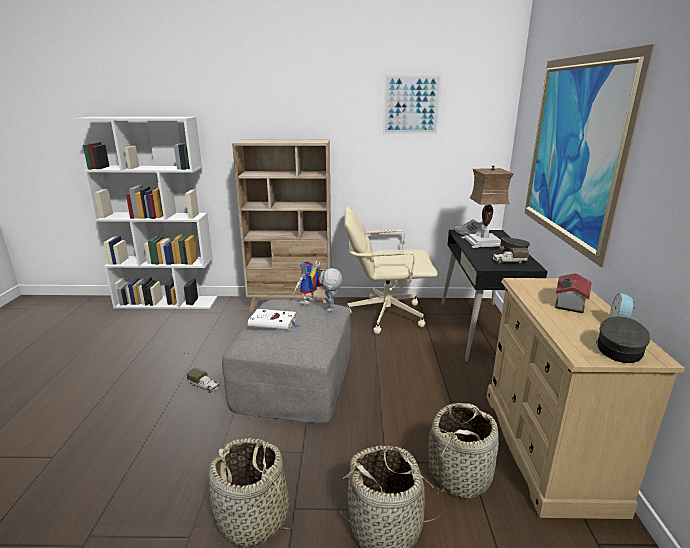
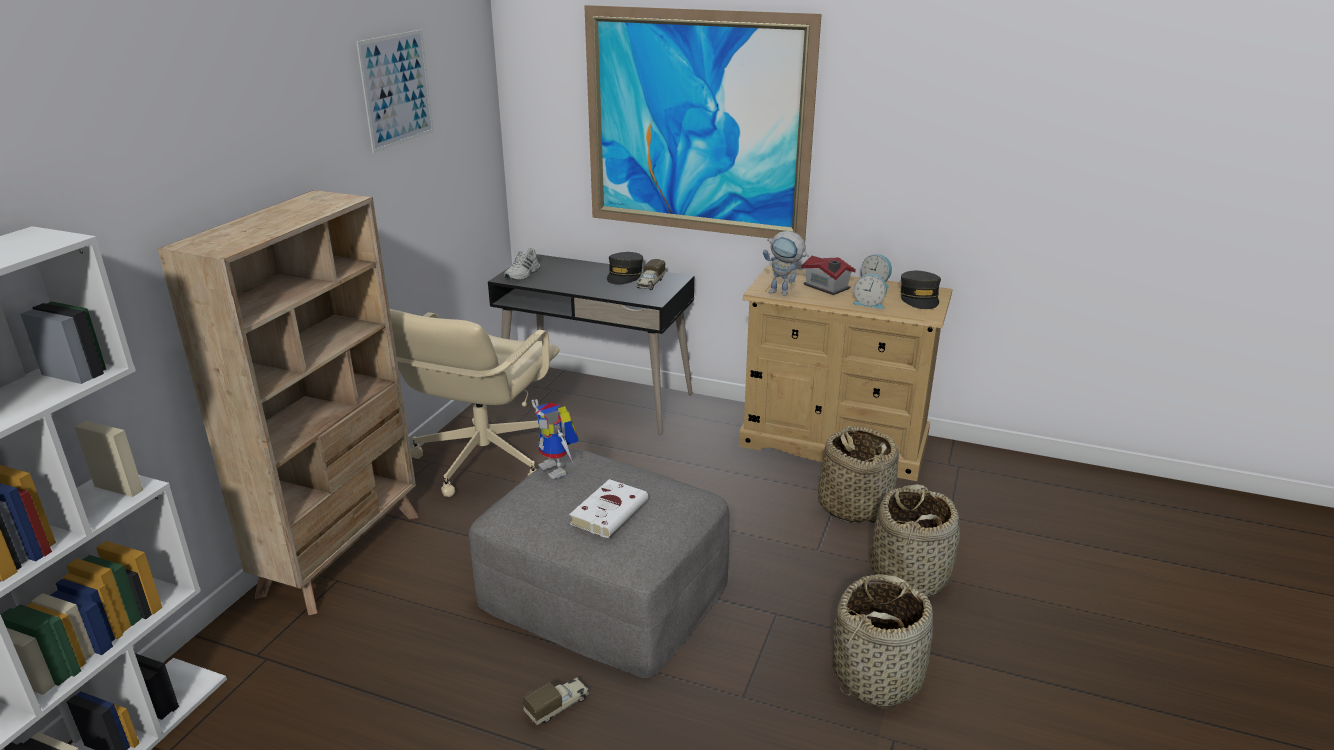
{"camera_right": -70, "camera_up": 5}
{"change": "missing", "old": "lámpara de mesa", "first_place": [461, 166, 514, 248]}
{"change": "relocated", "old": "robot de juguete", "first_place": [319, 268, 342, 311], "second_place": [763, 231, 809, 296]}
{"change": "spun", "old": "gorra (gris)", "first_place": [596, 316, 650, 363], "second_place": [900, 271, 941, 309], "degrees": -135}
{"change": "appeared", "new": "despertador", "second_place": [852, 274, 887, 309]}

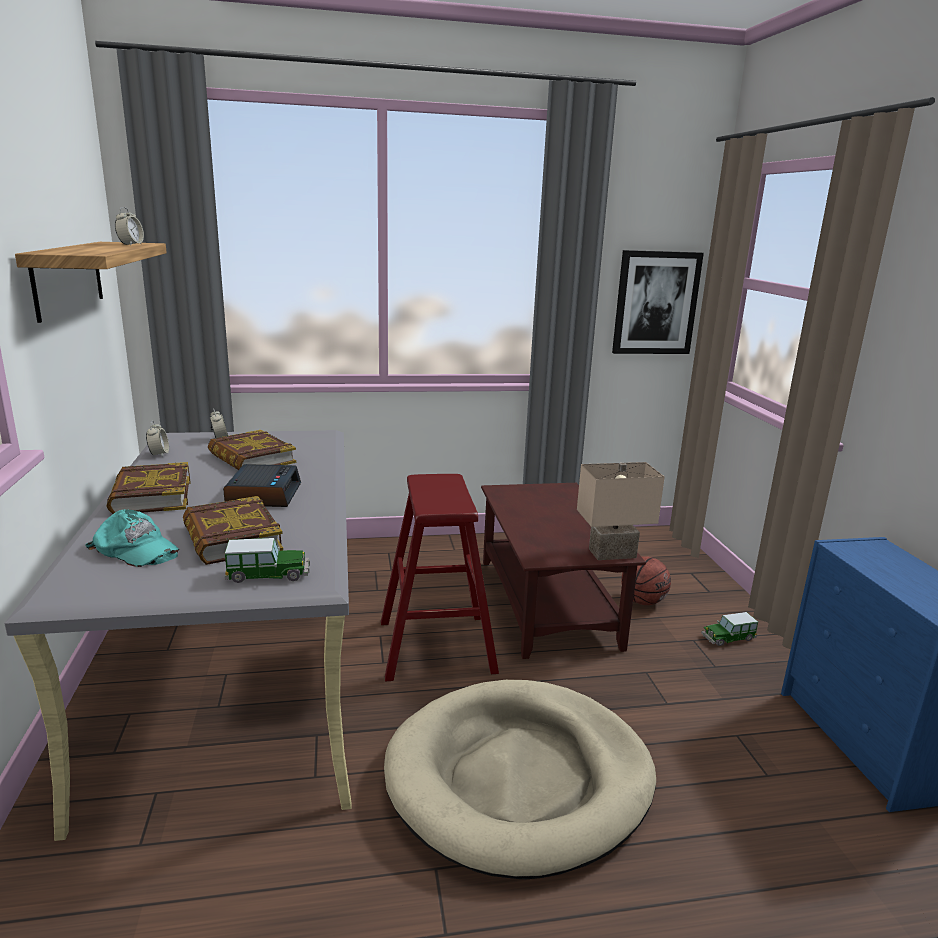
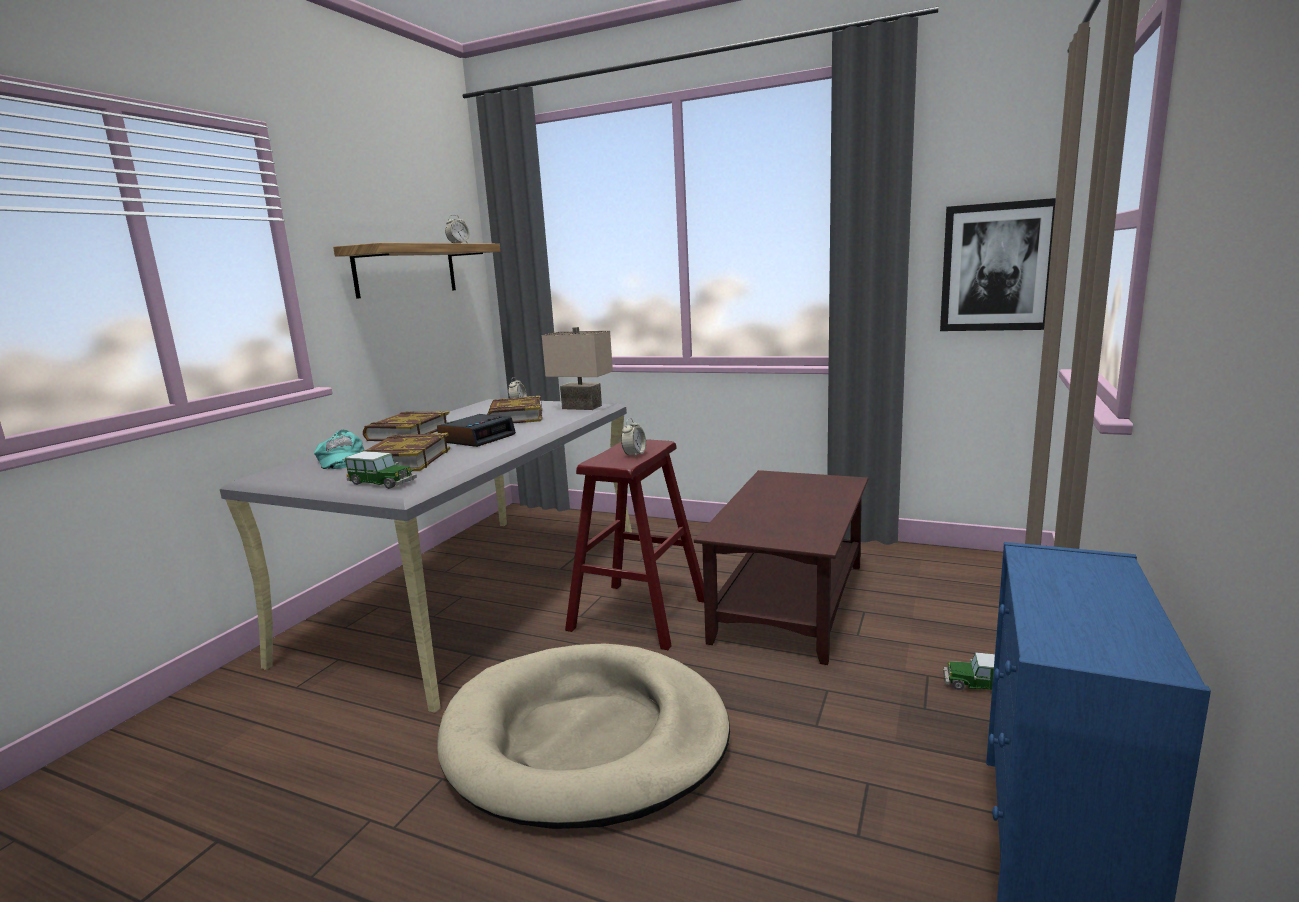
{"camera_right": 35, "camera_up": -5}
{"change": "relocated", "old": "despertador", "first_place": [146, 421, 169, 457], "second_place": [621, 418, 646, 458]}
{"change": "relocated", "old": "lámpara de mesa (beis)", "first_place": [577, 462, 665, 560], "second_place": [542, 327, 613, 410]}
{"change": "missing", "old": "balón de baloncesto", "first_place": [621, 556, 671, 605]}

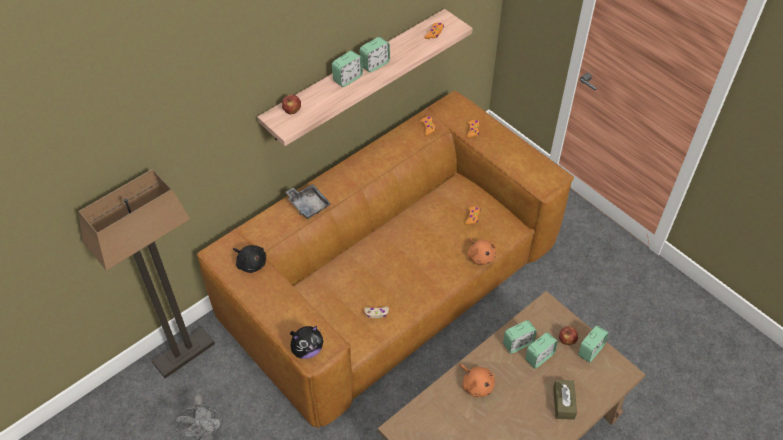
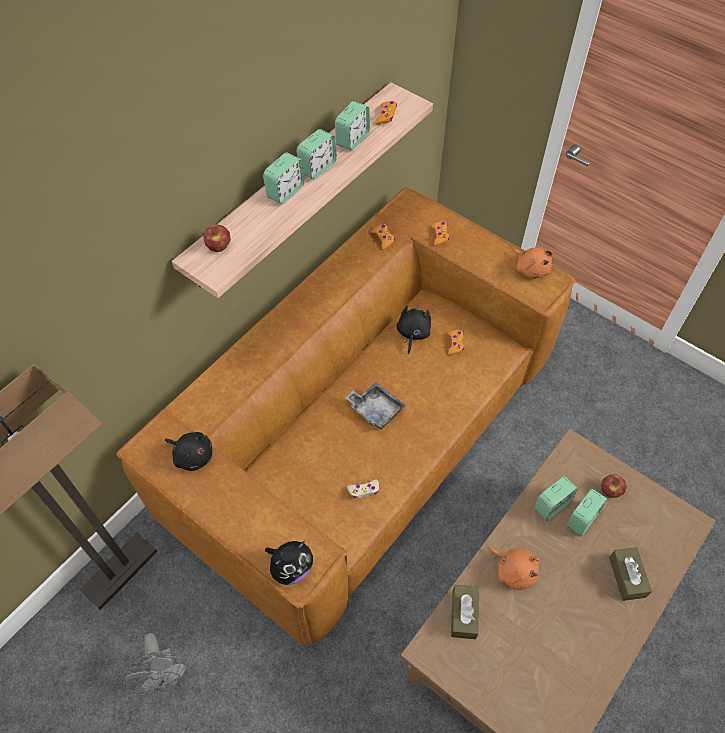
{"camera_right": -10, "camera_up": 5}
{"change": "relocated", "old": "bandeja (gris)", "first_place": [286, 184, 331, 219], "second_place": [345, 382, 406, 430]}
{"change": "relocated", "old": "peluche (naranja)", "first_place": [467, 238, 496, 265], "second_place": [512, 248, 553, 279]}
{"change": "relocated", "old": "despertador", "first_place": [578, 325, 609, 363], "second_place": [335, 101, 370, 151]}
{"change": "appeared", "new": "peluche (negro)", "second_place": [396, 304, 431, 354]}
{"change": "appeared", "new": "caja de pañuelos (marrón)", "second_place": [451, 585, 479, 639]}

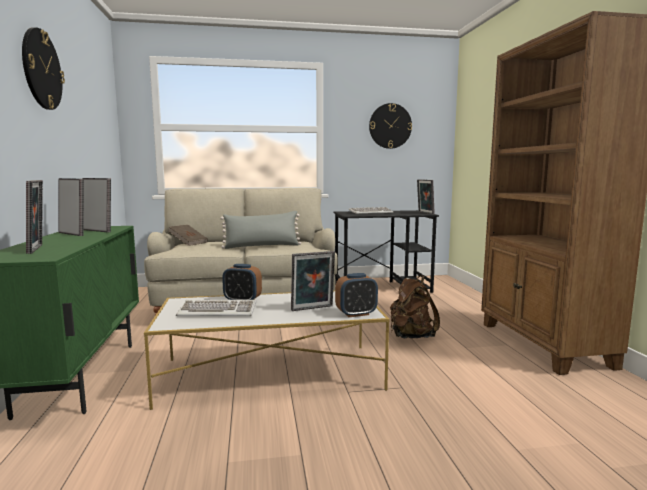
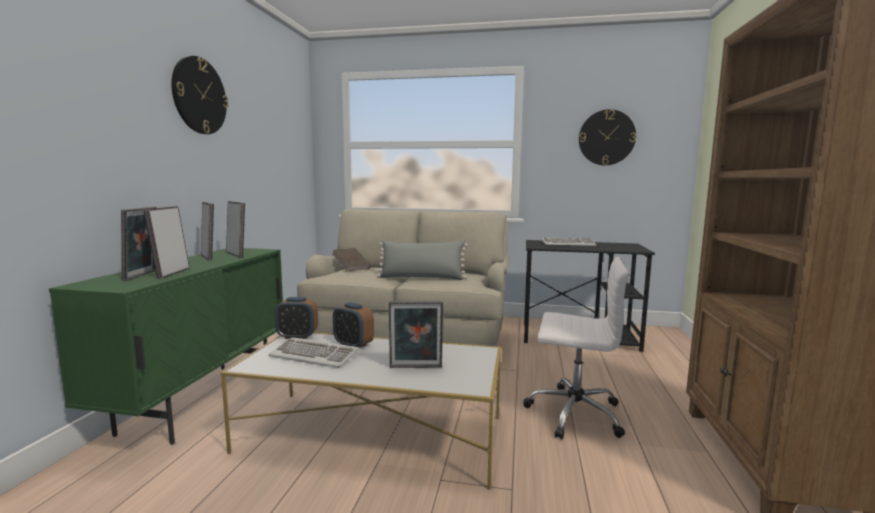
{"camera_right": 20, "camera_up": 0}
{"change": "relocated", "old": "portarretratos", "first_place": [417, 179, 435, 214], "second_place": [143, 206, 190, 279]}
{"change": "relocated", "old": "despertador", "first_place": [335, 273, 378, 317], "second_place": [275, 297, 318, 339]}
{"change": "exchanged", "old": "mochila (marrón)", "new": "silla de oficina (blanco)", "first_place": [390, 275, 440, 338], "second_place": [523, 257, 629, 439]}

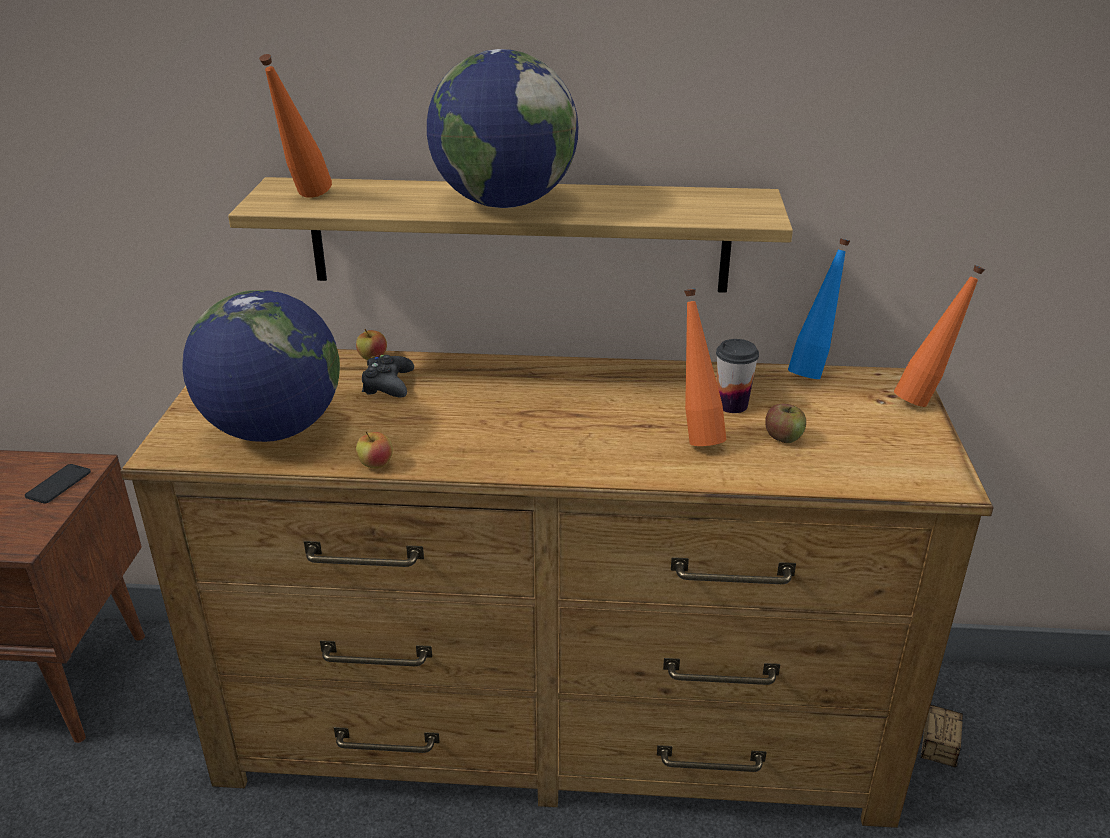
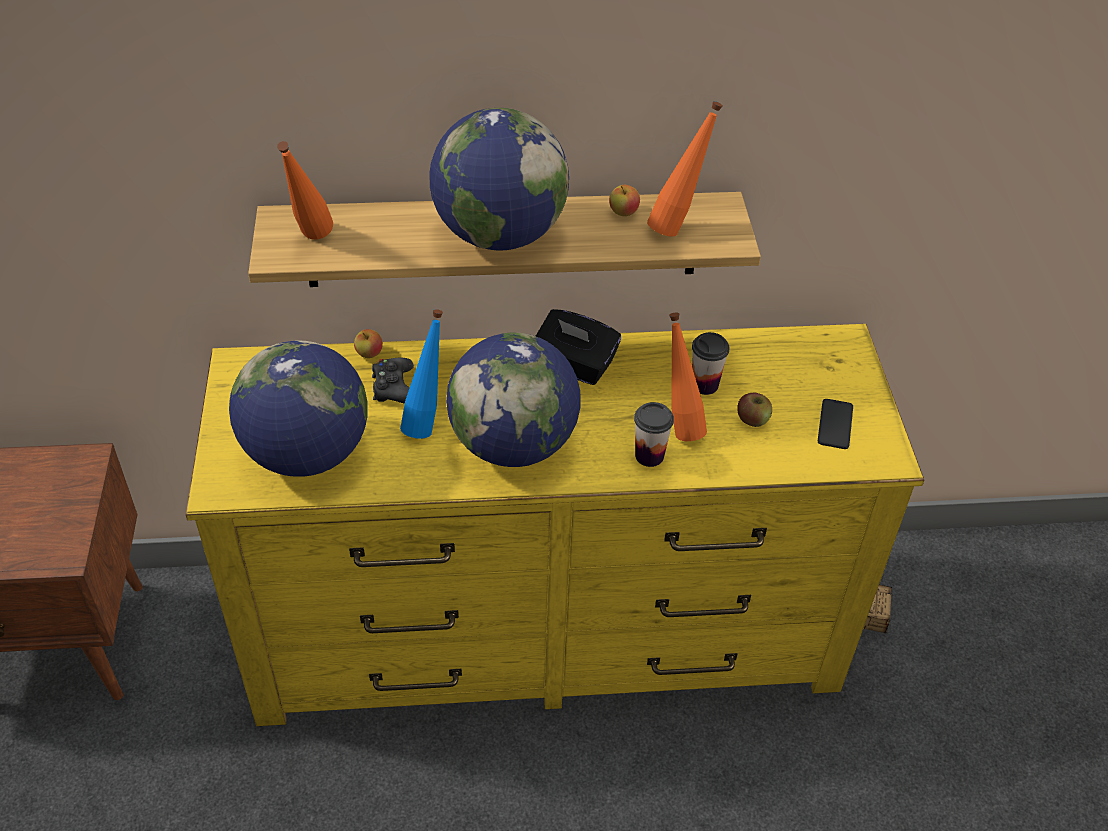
{"camera_right": -10, "camera_up": 15}
{"change": "relocated", "old": "botella (azul)", "first_place": [788, 238, 850, 379], "second_place": [400, 309, 443, 439]}
{"change": "relocated", "old": "botella (naranja)", "first_place": [894, 265, 985, 407], "second_place": [647, 101, 723, 237]}
{"change": "colour", "old": "cómoda (marrón)", "new": "cómoda (amarillo)", "first_place": [120, 349, 994, 828], "second_place": [185, 324, 924, 726]}
{"change": "relocated", "old": "manzana", "first_place": [356, 431, 393, 468], "second_place": [609, 185, 640, 216]}
{"change": "relocated", "old": "móvil", "first_place": [25, 464, 91, 503], "second_place": [818, 399, 853, 449]}
{"change": "appeared", "new": "caja de pañuelos (negro)", "second_place": [536, 309, 621, 385]}
{"change": "appeared", "new": "globo terráqueo", "second_place": [446, 332, 581, 467]}
{"change": "appeared", "new": "taza", "second_place": [634, 402, 674, 467]}

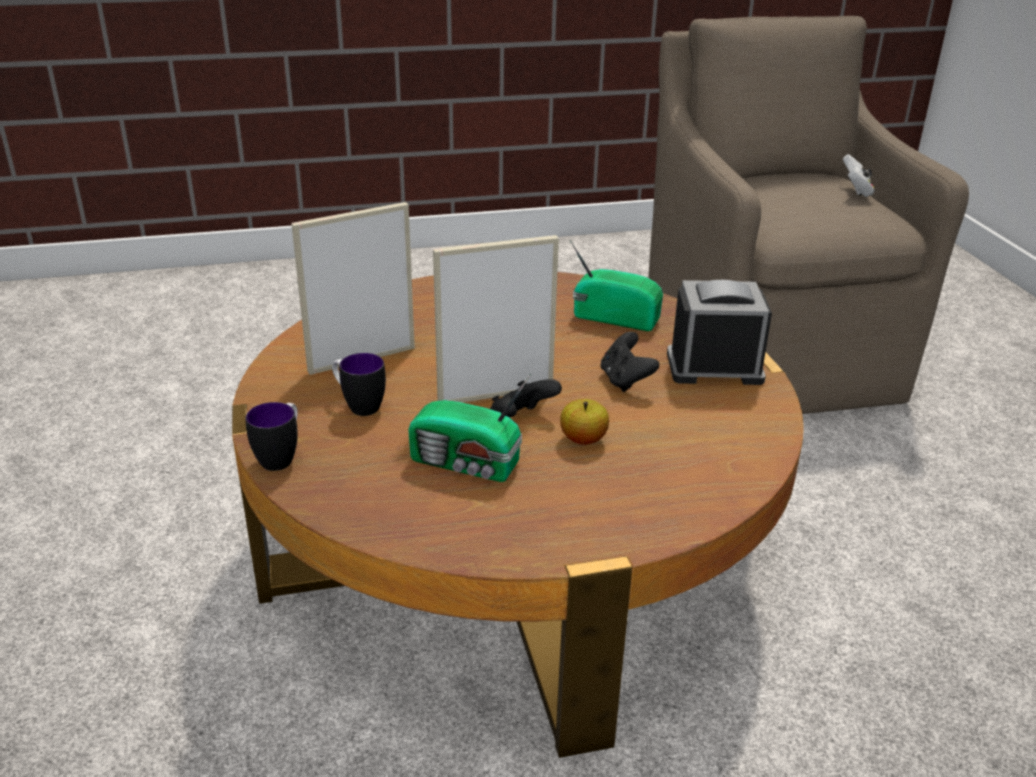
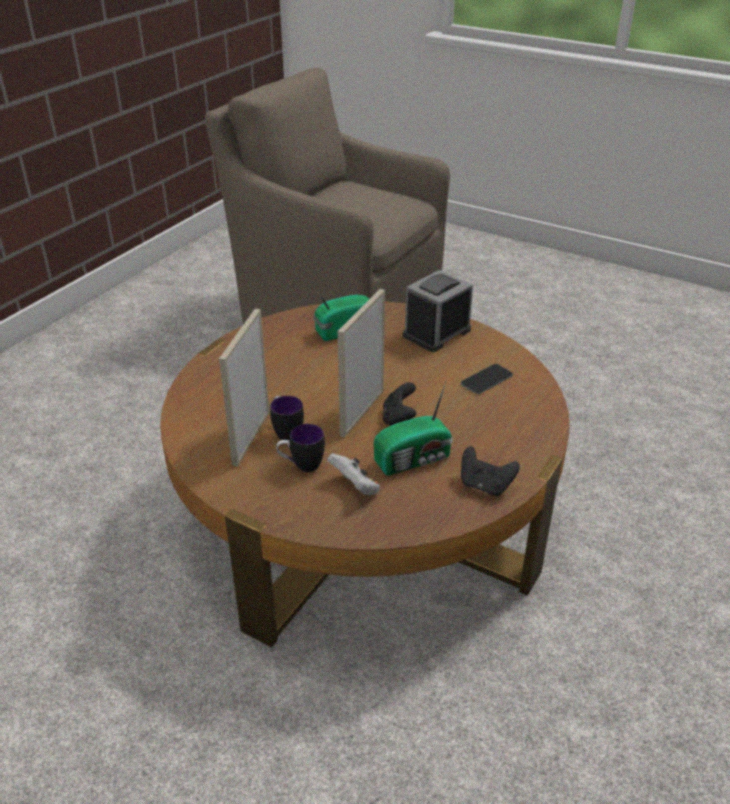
{"camera_right": -45, "camera_up": 5}
{"change": "relocated", "old": "mando de consola (blanco)", "first_place": [843, 154, 875, 197], "second_place": [327, 454, 380, 495]}
{"change": "relocated", "old": "mando de consola (negro)", "first_place": [601, 332, 659, 392], "second_place": [461, 446, 520, 496]}
{"change": "missing", "old": "manzana", "first_place": [560, 399, 609, 445]}
{"change": "relocated", "old": "taza grande", "first_place": [245, 402, 298, 471], "second_place": [270, 396, 304, 440]}
{"change": "appeared", "new": "móvil", "second_place": [461, 364, 513, 394]}

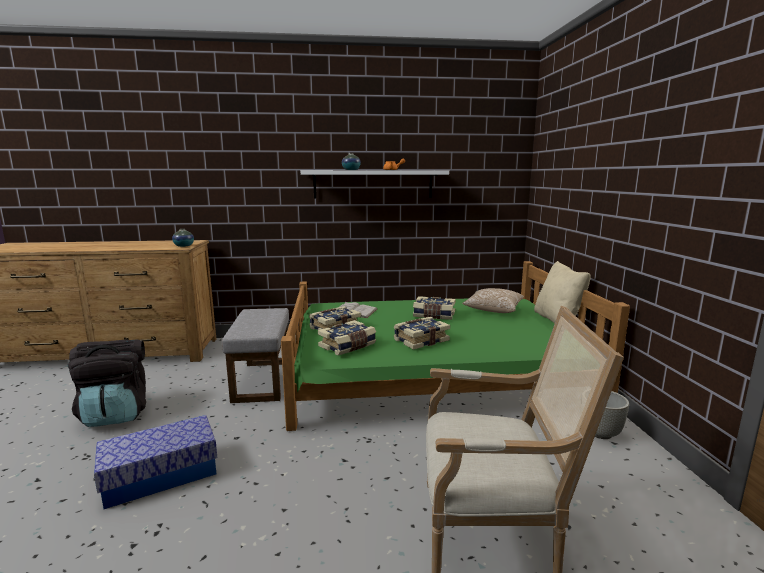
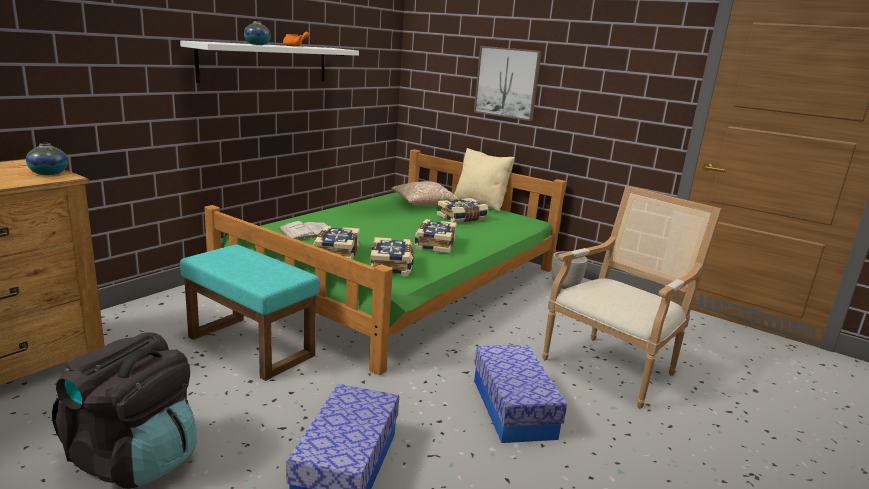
{"camera_right": -50, "camera_up": 5}
{"change": "relocated", "old": "libro", "first_place": [413, 296, 456, 320], "second_place": [437, 198, 488, 223]}
{"change": "colour", "old": "puf (gris)", "new": "puf (turquesa)", "first_place": [222, 308, 289, 403], "second_place": [180, 244, 319, 381]}
{"change": "appeared", "new": "cuadro", "second_place": [474, 46, 542, 121]}
{"change": "appeared", "new": "caja de almacenaje", "second_place": [474, 345, 567, 443]}

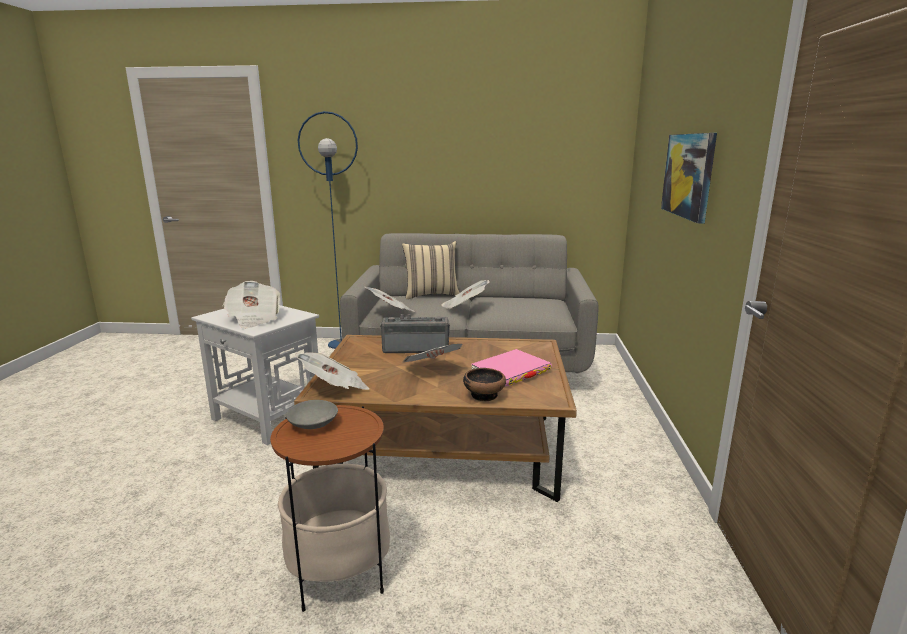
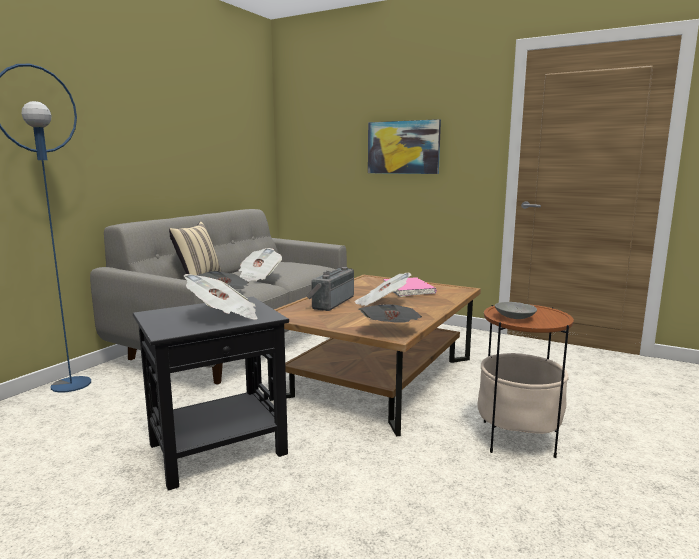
{"camera_right": -65, "camera_up": -5}
{"change": "colour", "old": "mesa auxiliar (blanco)", "new": "mesa auxiliar (negro)", "first_place": [191, 305, 319, 445], "second_place": [133, 297, 289, 491]}
{"change": "missing", "old": "cuenco", "first_place": [463, 368, 506, 402]}

